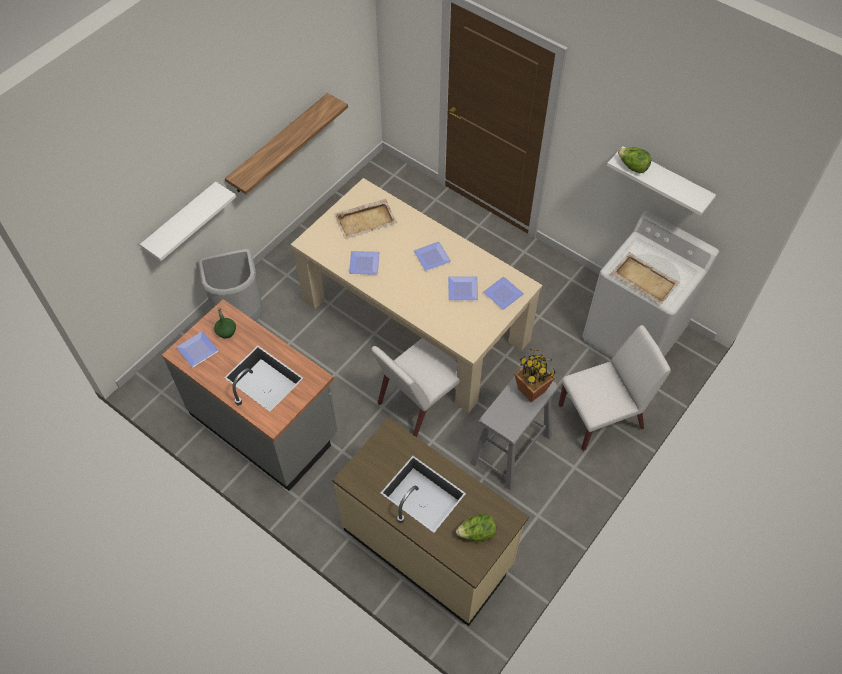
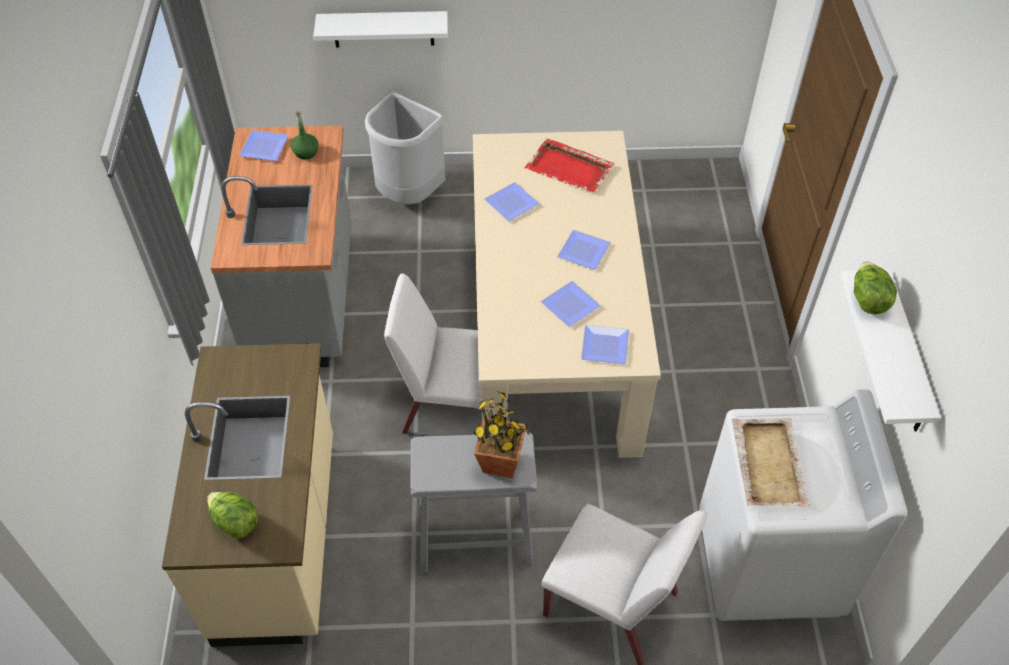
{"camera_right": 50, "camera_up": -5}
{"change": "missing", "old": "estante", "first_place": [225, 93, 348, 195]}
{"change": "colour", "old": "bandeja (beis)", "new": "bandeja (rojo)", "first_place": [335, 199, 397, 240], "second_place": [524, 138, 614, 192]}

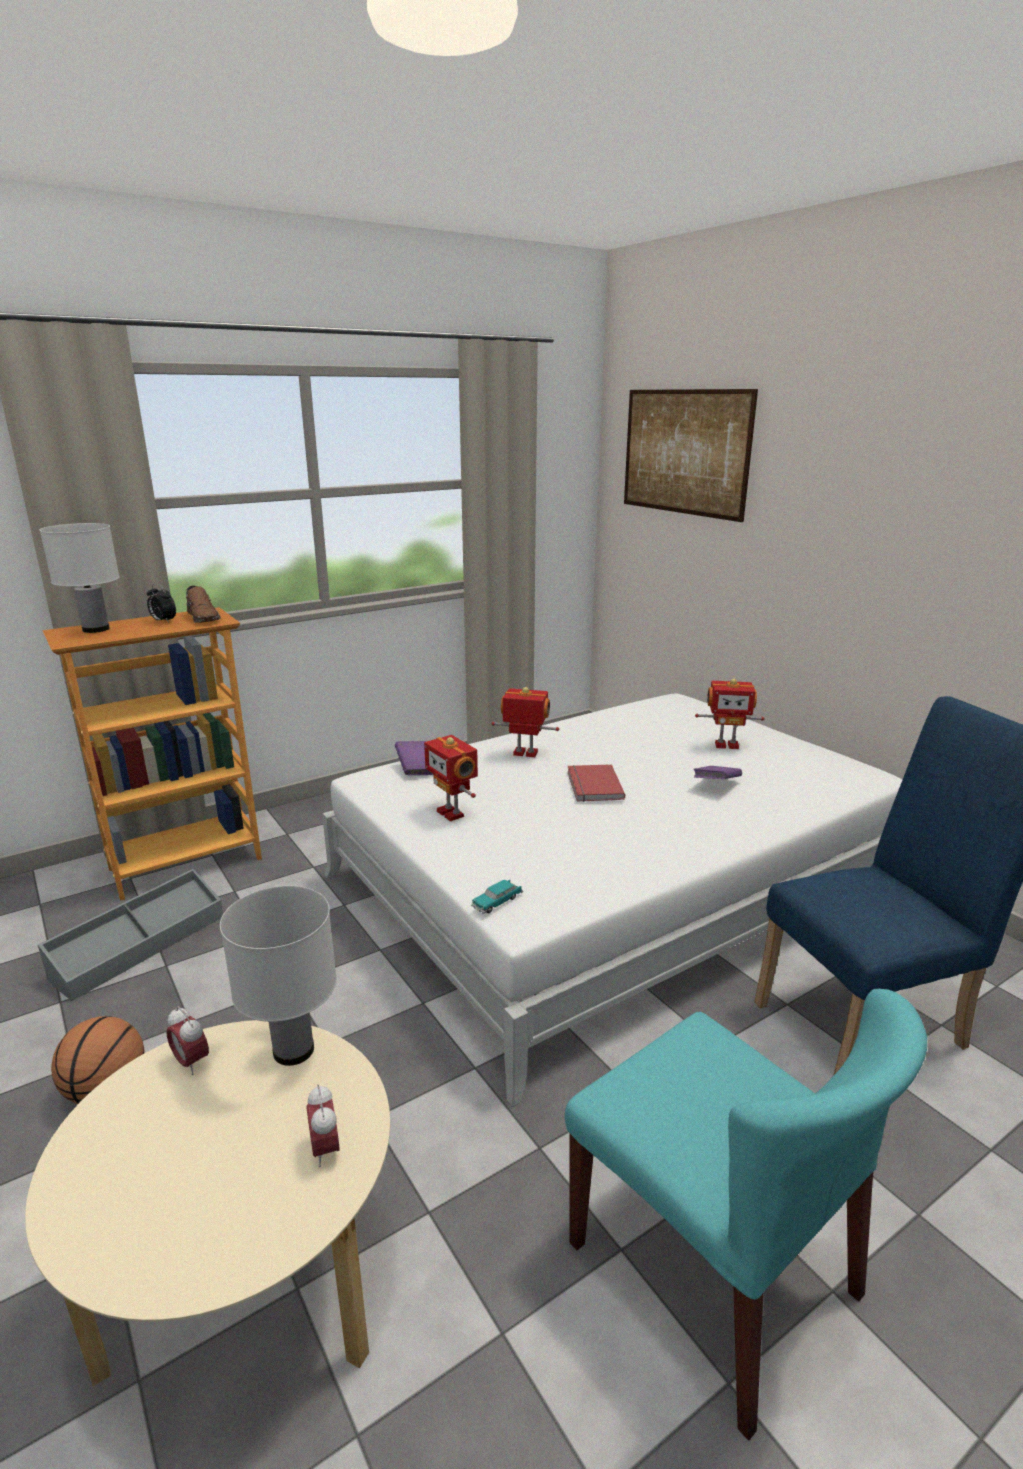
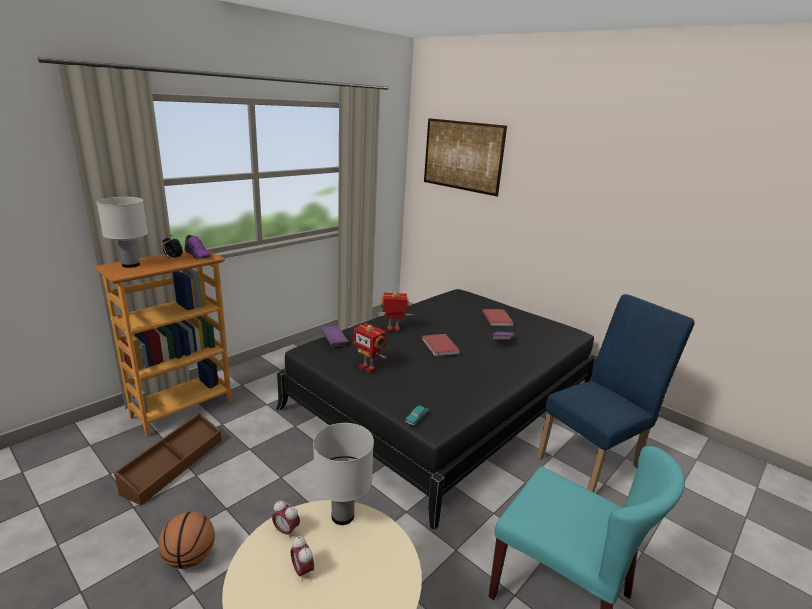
{"camera_right": -15, "camera_up": 0}
{"change": "colour", "old": "zapato (marrón)", "new": "zapato (morado)", "first_place": [186, 586, 221, 623], "second_place": [185, 235, 211, 259]}
{"change": "exchanged", "old": "robot de juguete", "new": "libro (rojo)", "first_place": [695, 679, 764, 749], "second_place": [482, 309, 514, 326]}
{"change": "colour", "old": "cama (blanco)", "new": "cama (negro)", "first_place": [322, 693, 903, 1107], "second_place": [276, 289, 597, 530]}
{"change": "colour", "old": "caja de almacenaje (gris)", "new": "caja de almacenaje (marrón)", "first_place": [38, 869, 223, 1001], "second_place": [114, 413, 222, 505]}
{"change": "relocated", "old": "despertador", "first_place": [306, 1084, 340, 1167], "second_place": [291, 536, 314, 582]}

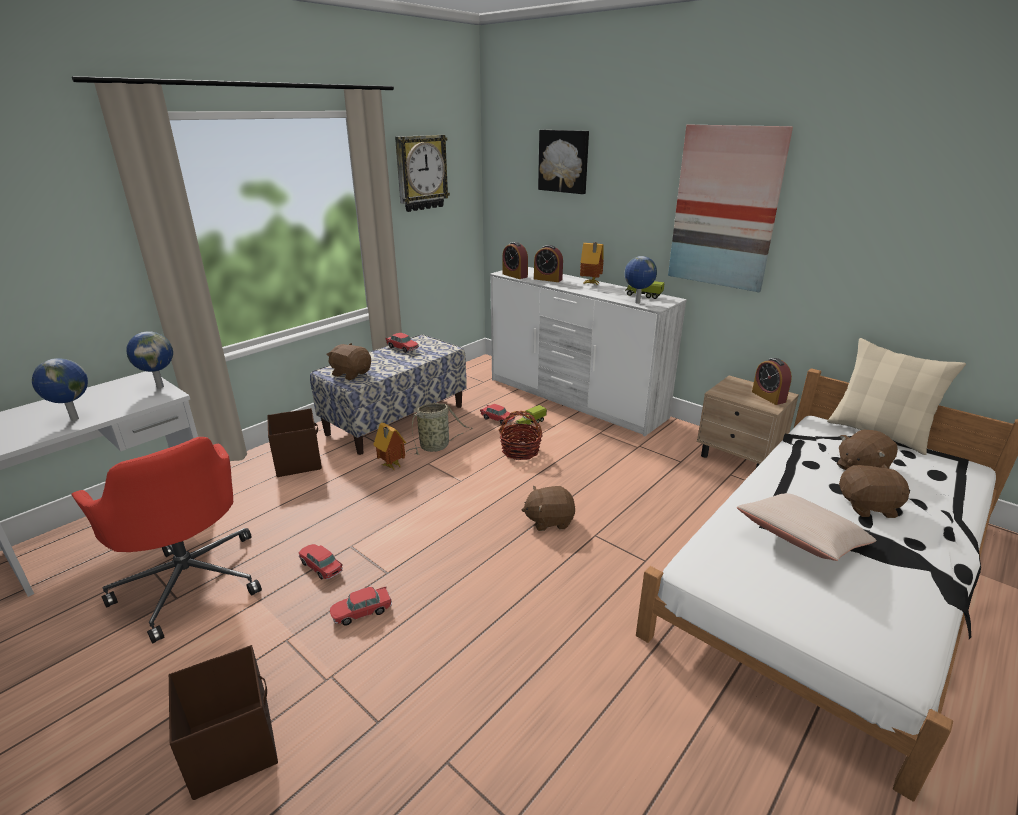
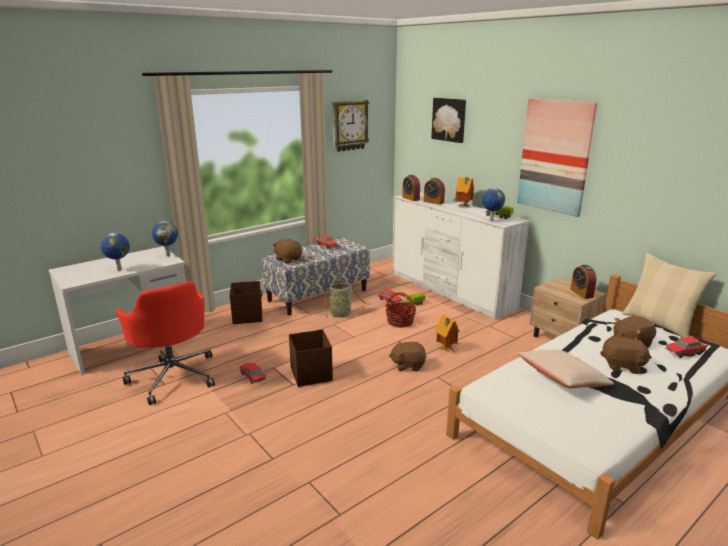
{"camera_right": 10, "camera_up": -5}
{"change": "relocated", "old": "casita", "first_place": [373, 423, 406, 471], "second_place": [435, 315, 460, 352]}
{"change": "relocated", "old": "coche de juguete", "first_place": [330, 587, 392, 626], "second_place": [665, 336, 708, 358]}
{"change": "relocated", "old": "caja de almacenaje (marrón)", "first_place": [169, 645, 278, 800], "second_place": [289, 329, 333, 387]}

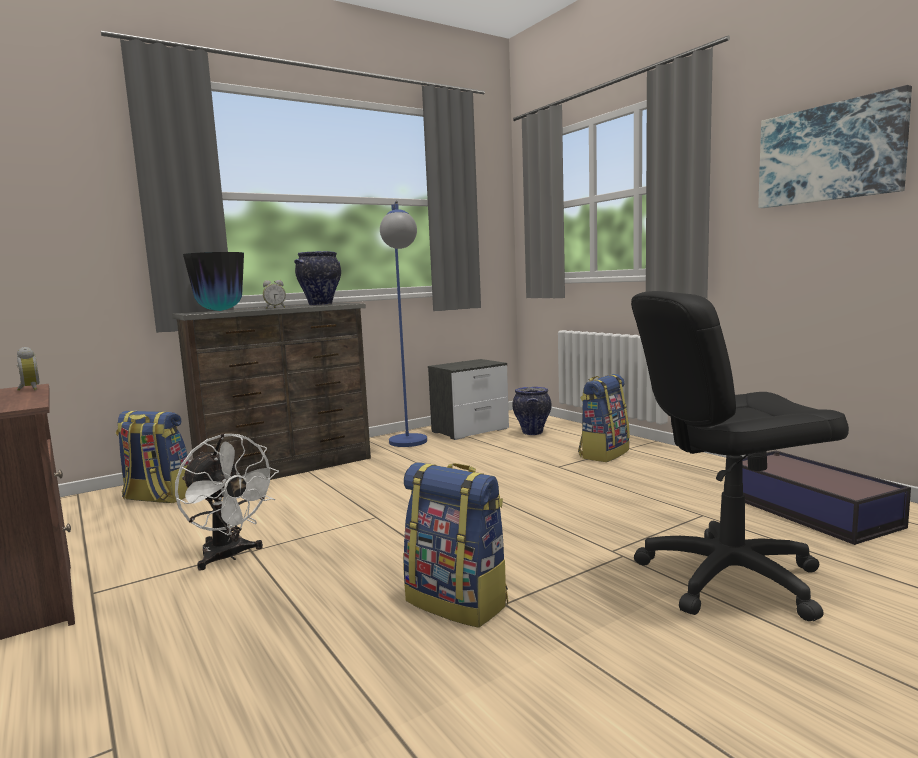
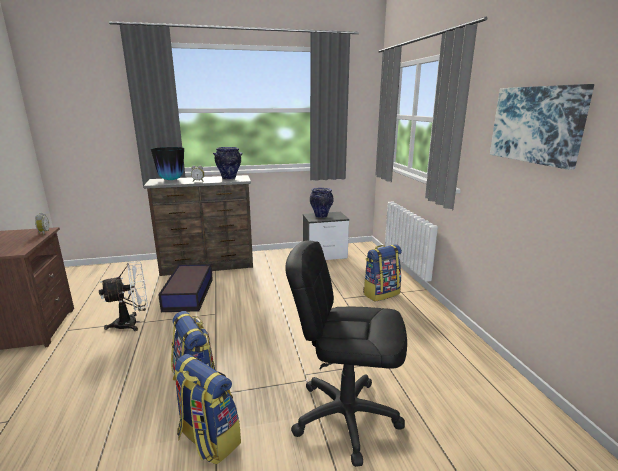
{"camera_right": 20, "camera_up": 10}
{"change": "missing", "old": "lámpara de pie (azul)", "first_place": [380, 201, 427, 447]}
{"change": "relocated", "old": "florero", "first_place": [512, 387, 552, 435], "second_place": [310, 188, 334, 218]}
{"change": "relocated", "old": "mochila", "first_place": [116, 411, 189, 503], "second_place": [173, 354, 241, 465]}
{"change": "spun", "old": "ventilador (blanco)", "first_place": [175, 434, 279, 571], "second_place": [99, 261, 148, 331], "degrees": -90}
{"change": "relocated", "old": "caja de almacenaje", "first_place": [743, 451, 911, 545], "second_place": [158, 264, 213, 312]}

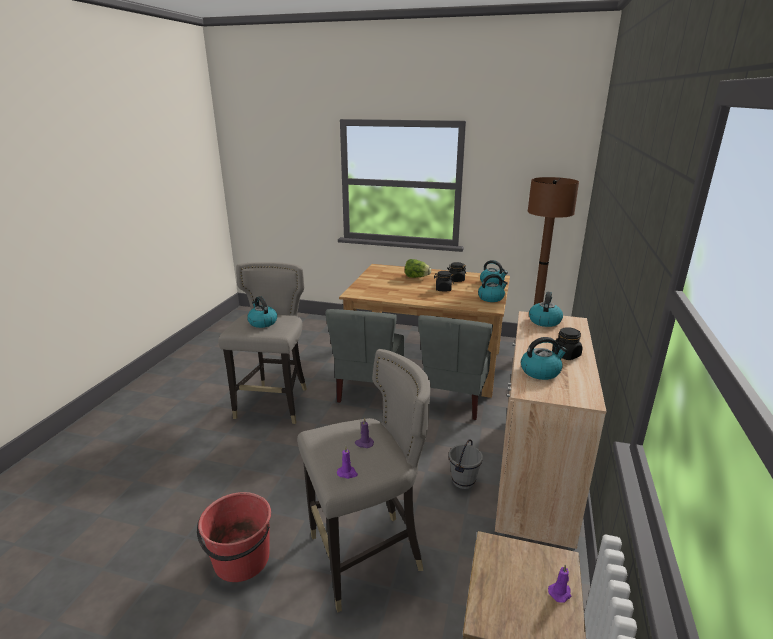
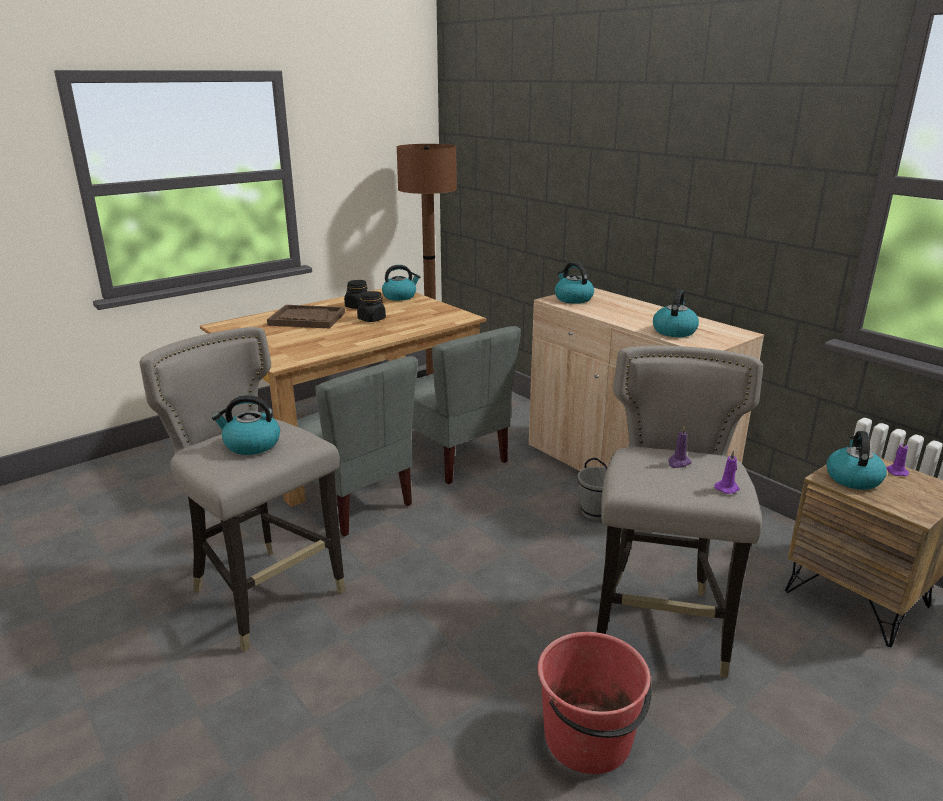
{"camera_right": -55, "camera_up": 0}
{"change": "exchanged", "old": "lechuga", "new": "bandeja (marrón)", "first_place": [405, 259, 431, 278], "second_place": [267, 305, 345, 328]}
{"change": "relocated", "old": "hervidor", "first_place": [478, 274, 508, 302], "second_place": [827, 431, 887, 490]}
{"change": "missing", "old": "tarro (negro)", "first_place": [552, 327, 583, 360]}

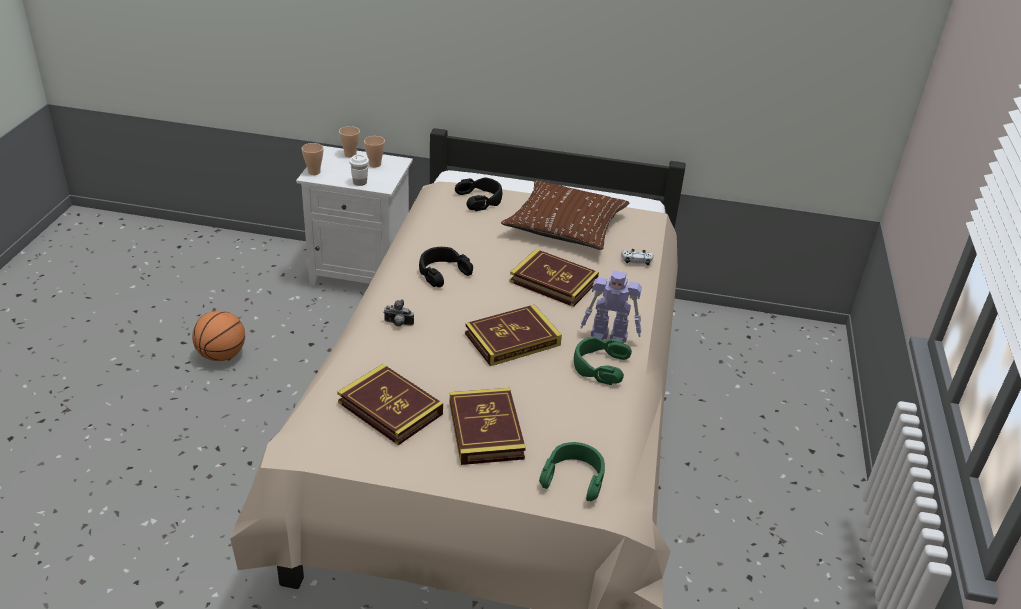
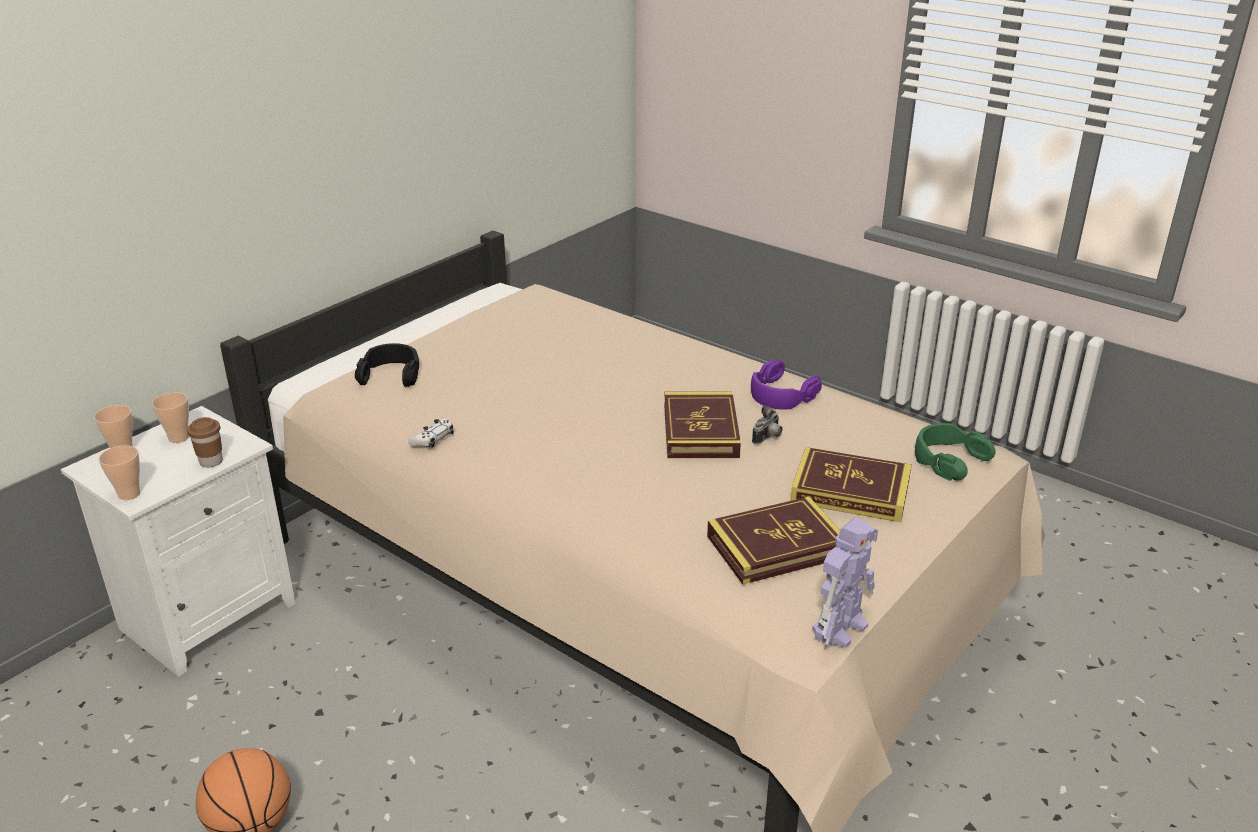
{"camera_right": -60, "camera_up": -5}
{"change": "colour", "old": "taza (blanco)", "new": "taza (marrón)", "first_place": [349, 154, 369, 186], "second_place": [187, 417, 223, 467]}
{"change": "missing", "old": "cojín (marrón)", "first_place": [501, 180, 629, 250]}
{"change": "missing", "old": "auriculares (negro)", "first_place": [419, 247, 473, 287]}
{"change": "missing", "old": "libro", "first_place": [510, 249, 599, 307]}
{"change": "relocated", "old": "mando de consola (blanco)", "first_place": [621, 249, 654, 265], "second_place": [408, 418, 454, 448]}
{"change": "relocated", "old": "robot de juguete", "first_place": [580, 270, 642, 343], "second_place": [812, 518, 878, 647]}
{"change": "relocated", "old": "cámara", "first_place": [383, 299, 414, 327], "second_place": [752, 405, 783, 444]}
{"change": "colour", "old": "auriculares (verde)", "new": "auriculares (morado)", "first_place": [574, 337, 632, 385], "second_place": [751, 360, 822, 409]}

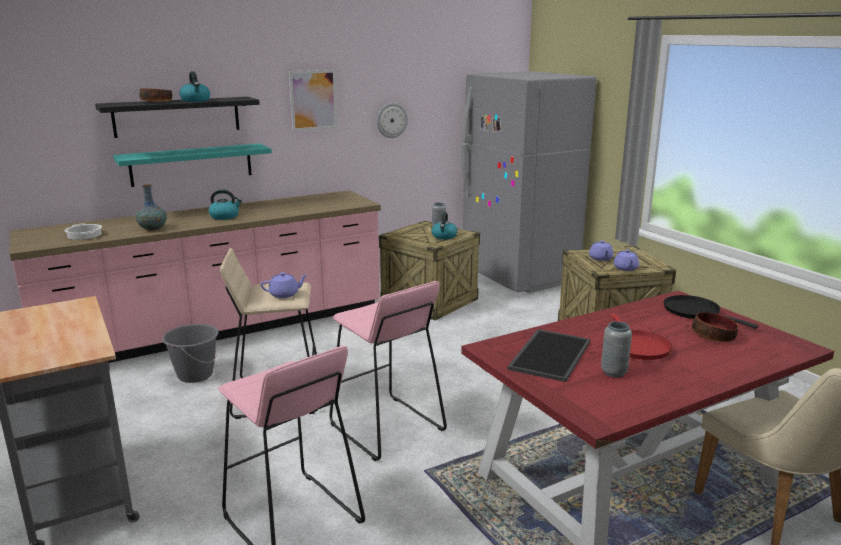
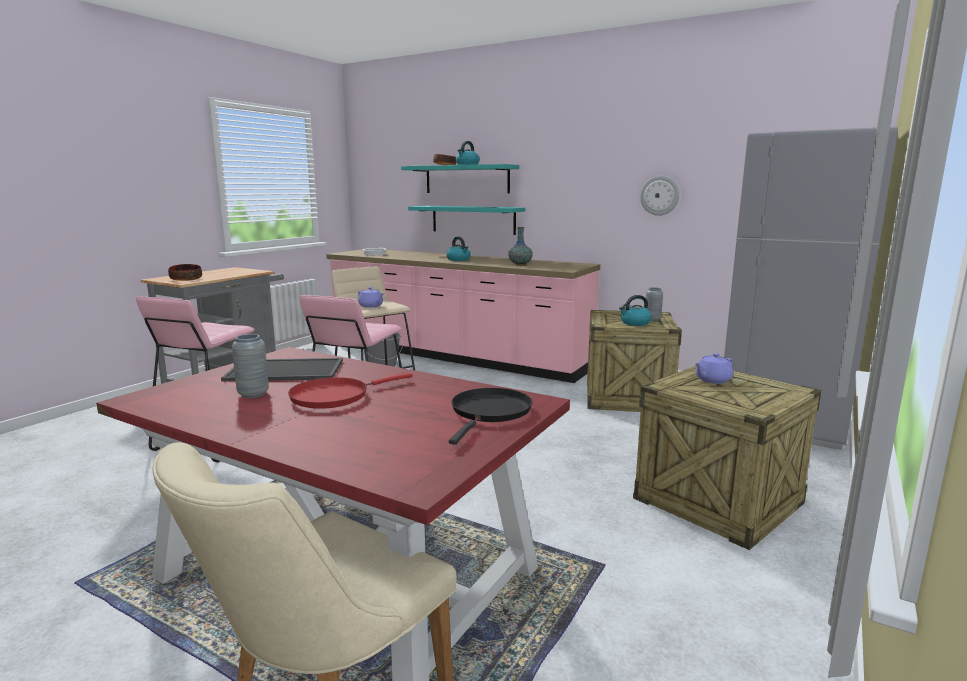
{"camera_right": 60, "camera_up": -5}
{"change": "missing", "old": "cuadro", "first_place": [289, 70, 338, 131]}
{"change": "colour", "old": "estante (negro)", "new": "estante (turquesa)", "first_place": [95, 97, 260, 138], "second_place": [401, 164, 519, 194]}
{"change": "relocated", "old": "florero", "first_place": [136, 184, 167, 230], "second_place": [508, 227, 533, 265]}
{"change": "missing", "old": "tetera (morado)", "first_place": [613, 250, 639, 271]}
{"change": "relocated", "old": "cuenco", "first_place": [692, 312, 738, 342], "second_place": [168, 264, 202, 281]}

